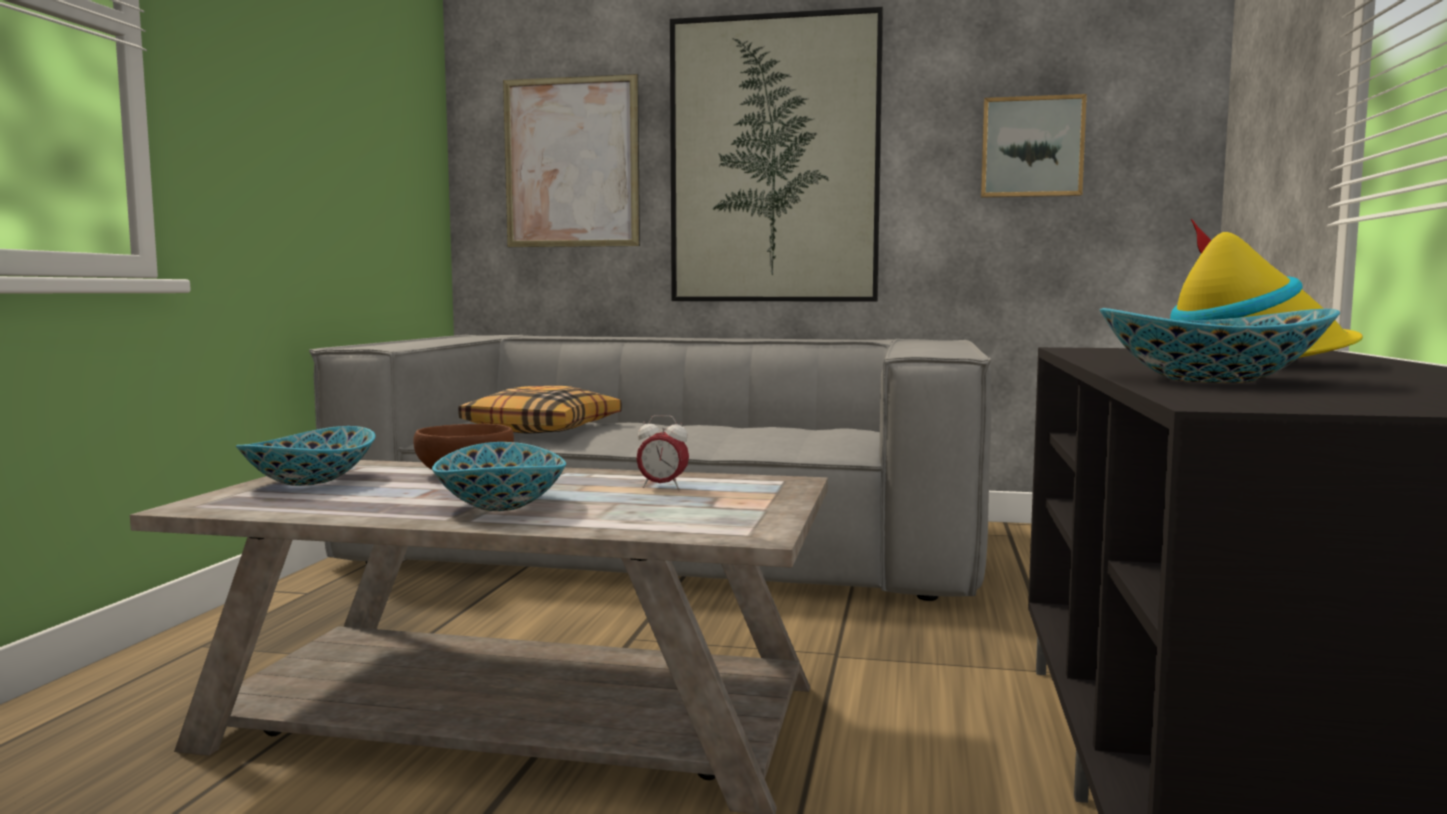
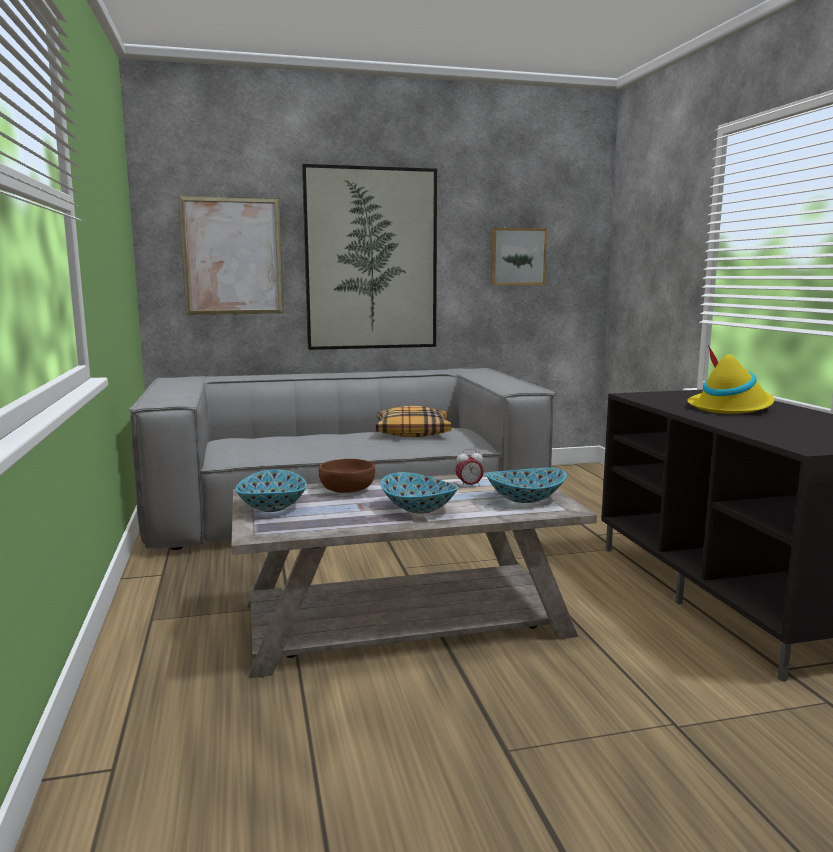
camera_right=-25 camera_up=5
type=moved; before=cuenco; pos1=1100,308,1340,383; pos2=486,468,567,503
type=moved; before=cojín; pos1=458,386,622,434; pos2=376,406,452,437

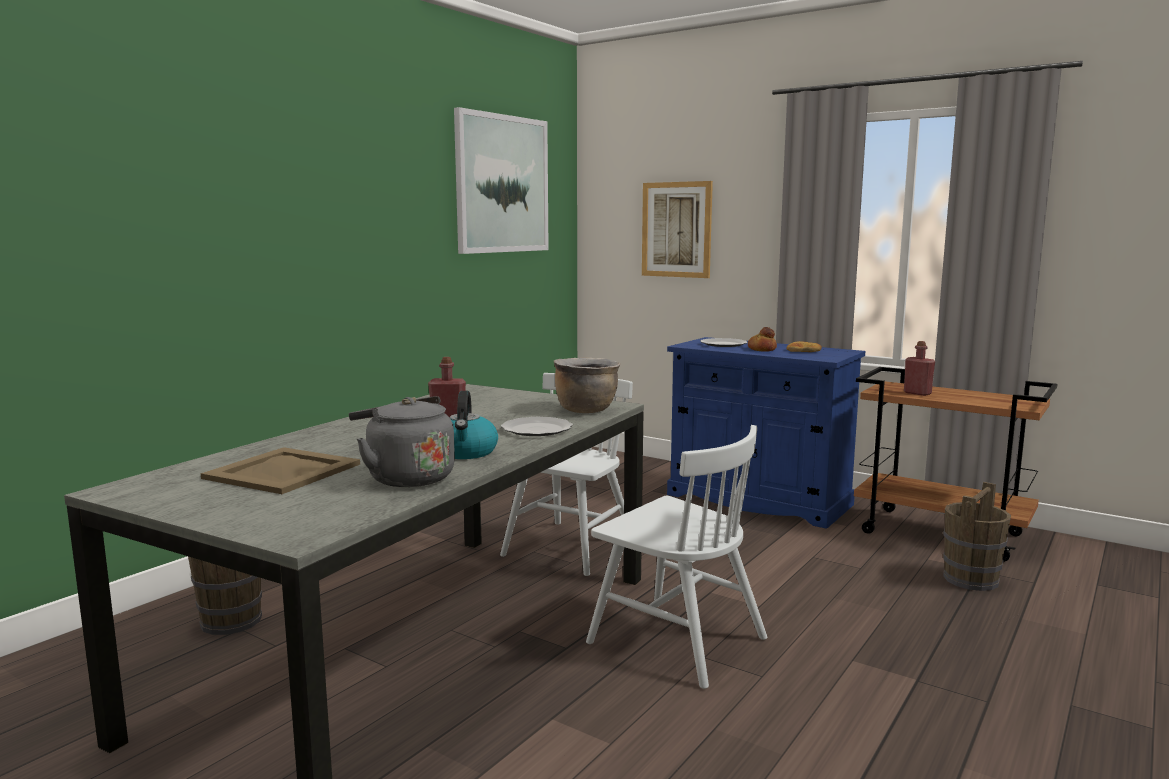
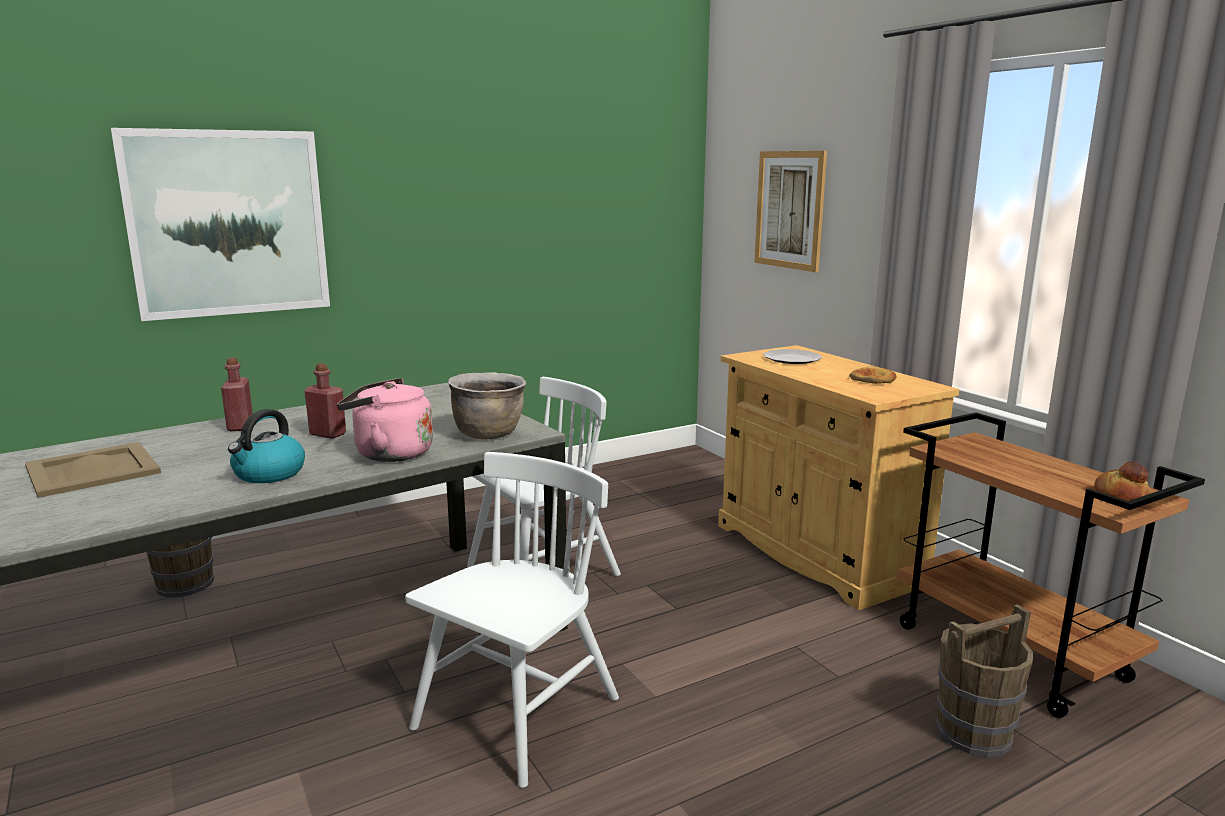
camera_right=25 camera_up=5
type=moved; before=cuadro; pos1=454,107,549,254; pos2=111,128,330,321
type=moved; before=pan; pos1=748,327,777,351; pos2=1094,461,1151,501
type=recoloured; before=armario [azul]; after=armario [beis]; pos1=667,337,865,529; pos2=718,345,959,610
type=moved; before=botella [rojo]; pos1=904,341,935,396; pos2=221,357,253,431
type=removed; before=hervidor [gris]; pos1=349,396,455,487
type=replaced; before=plato; after=hervidor [rosa]; pos1=501,417,573,436; pos2=337,378,433,462
type=turned; before=silla [blanco]; pos1=586,425,767,689; pos2=405,452,619,788; turn=-120

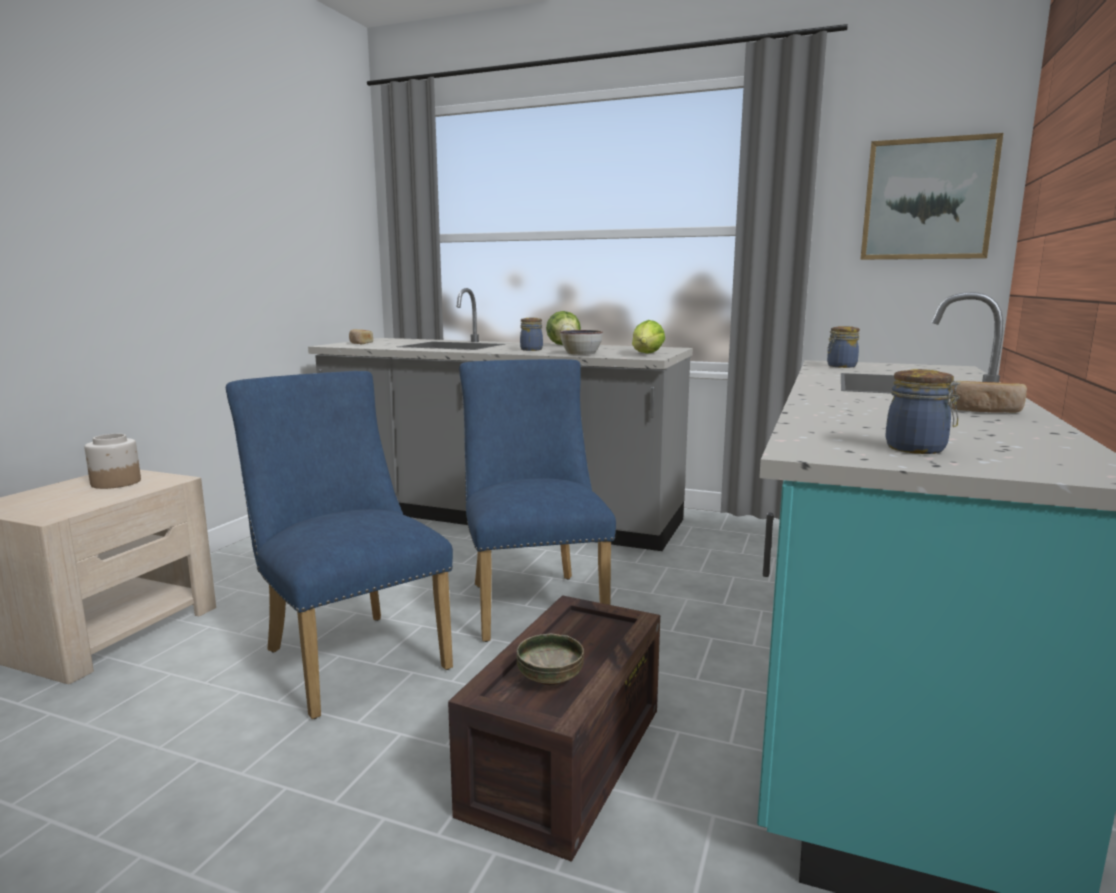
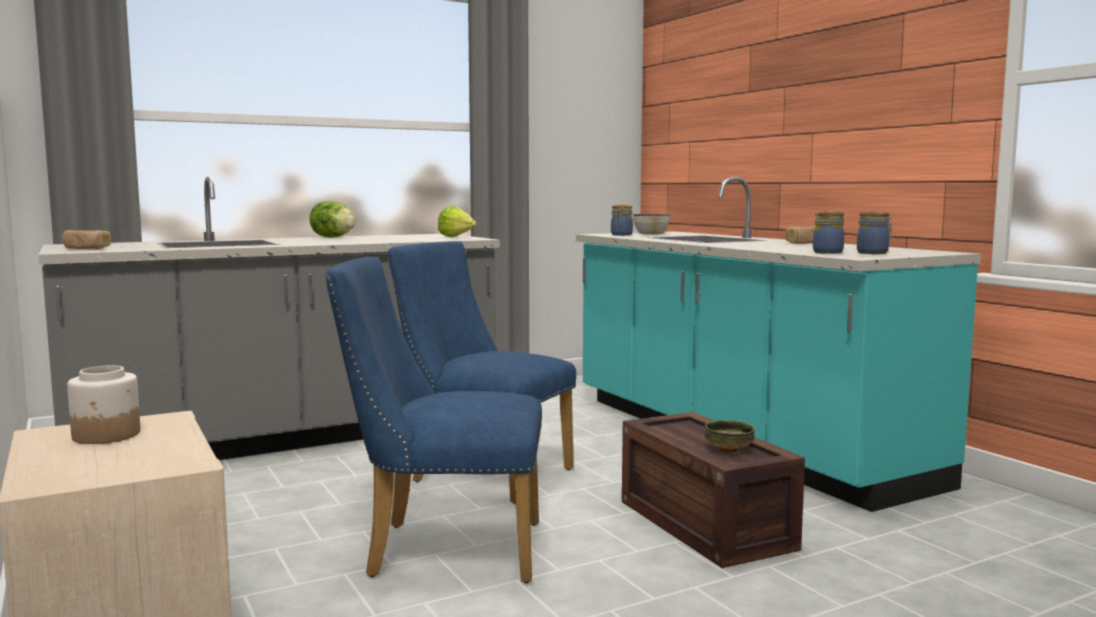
camera_right=-50 camera_up=-5
type=removed; before=cuadro; pos1=860,133,1003,260
type=moved; before=tarro; pos1=520,318,543,351; pos2=813,211,844,254
type=moved; before=cuenco; pos1=560,330,603,355; pos2=633,214,671,235

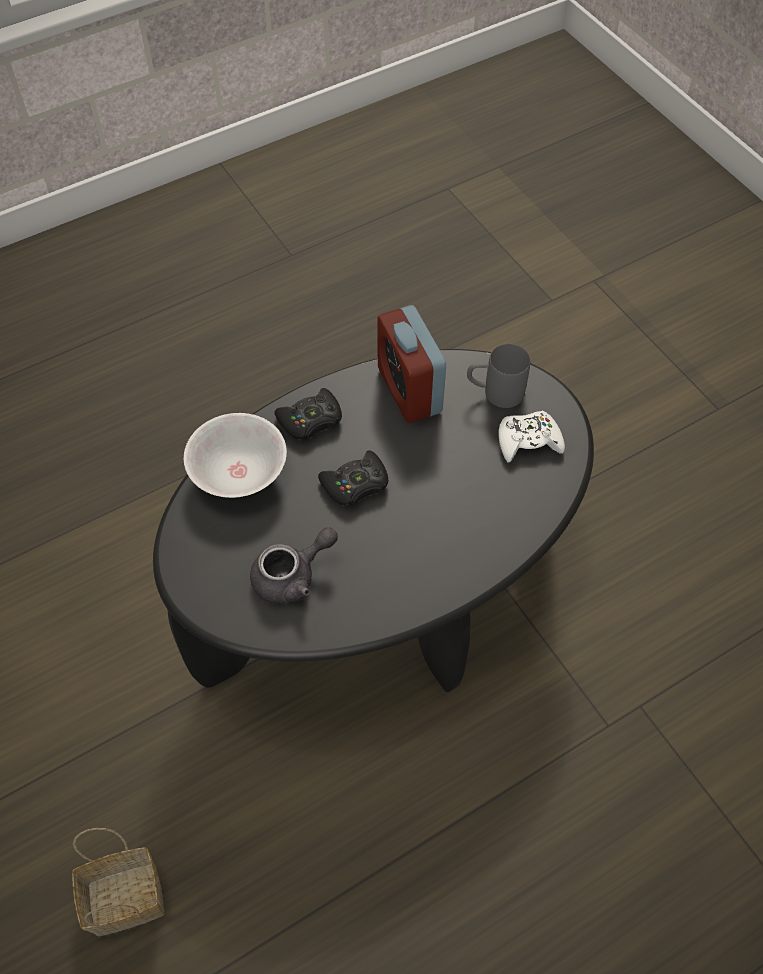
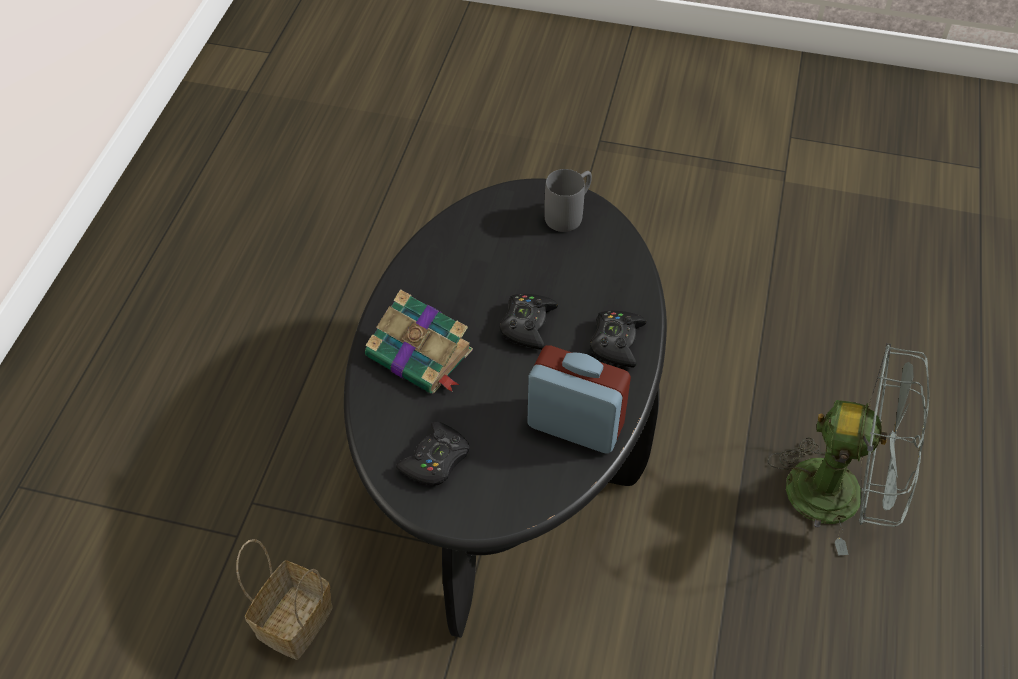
camera_right=135 camera_up=-5
type=moved; before=taza grande [gris]; pos1=467,344,530,408; pos2=544,169,592,232
type=recoloured; before=mando de consola [blanco]; after=mando de consola [negro]; pos1=499,411,565,463; pos2=396,422,470,486
type=removed; before=cuenco [blanco]; pos1=184,413,287,498
type=removed; before=tetera [gris]; pos1=250,527,338,604
type=moved; before=cesta; pos1=72,828,164,936; pos2=236,539,333,660
type=added; after=libro; pos2=365,289,473,394
type=added; after=ventilador [gris]; pos2=767,343,929,556

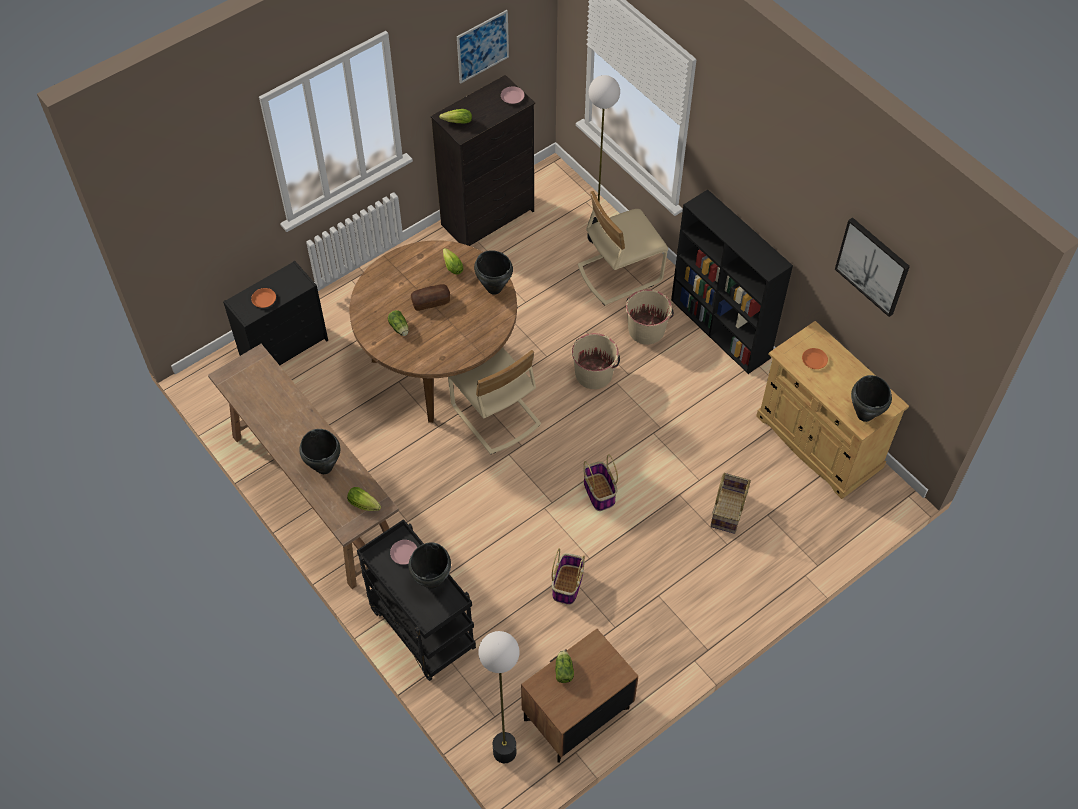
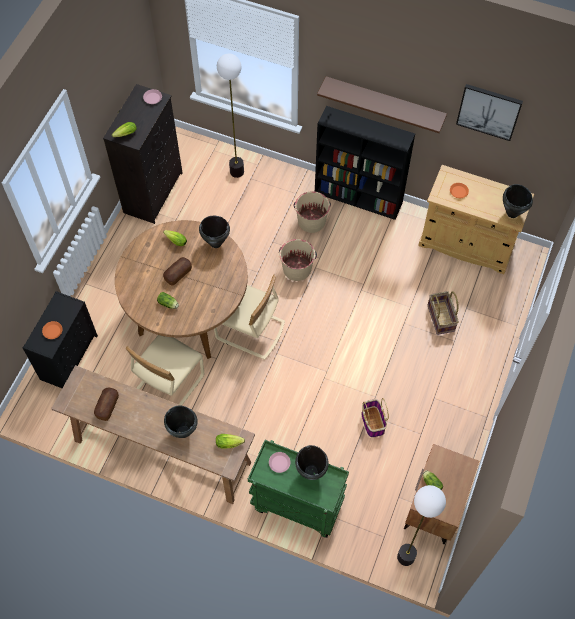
camera_right=-30 camera_up=5
type=removed; before=cuadro; pos1=457,10,509,84
type=moved; before=silla [beis]; pos1=578,191,668,305; pos2=126,335,204,406
type=removed; before=cesta; pos1=583,455,618,511
type=recoloured; before=carrito [negro]; after=carrito [verde]; pos1=357,519,476,681; pos2=248,440,349,538
type=added; after=estante [marrón]; pos2=317,76,447,133
type=added; after=pan; pos2=94,388,119,421

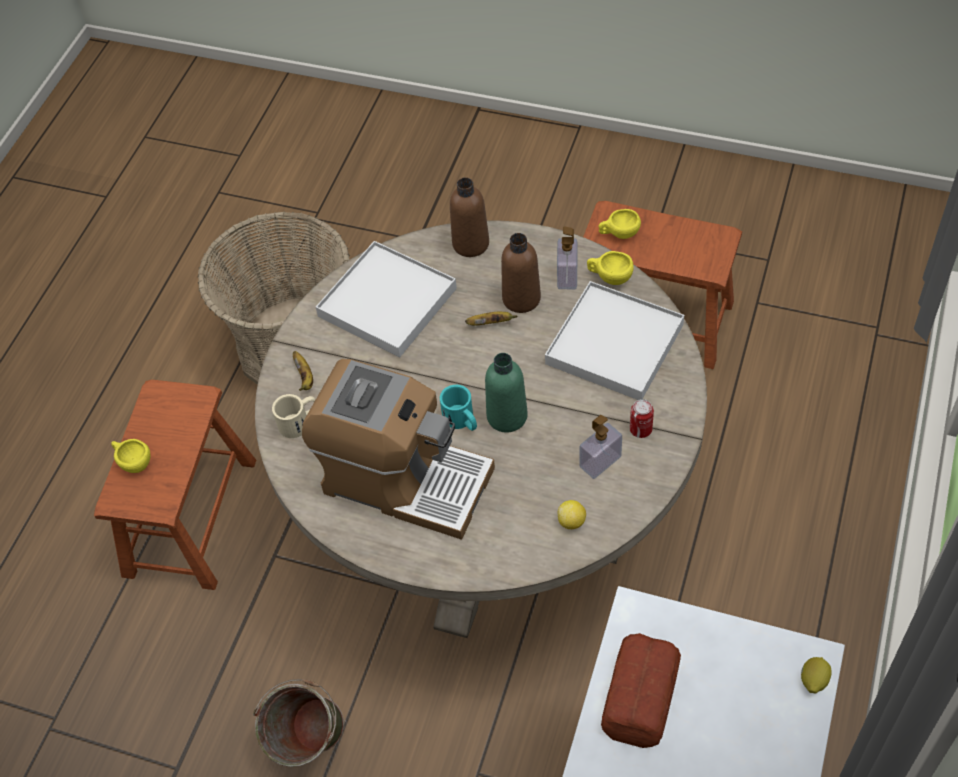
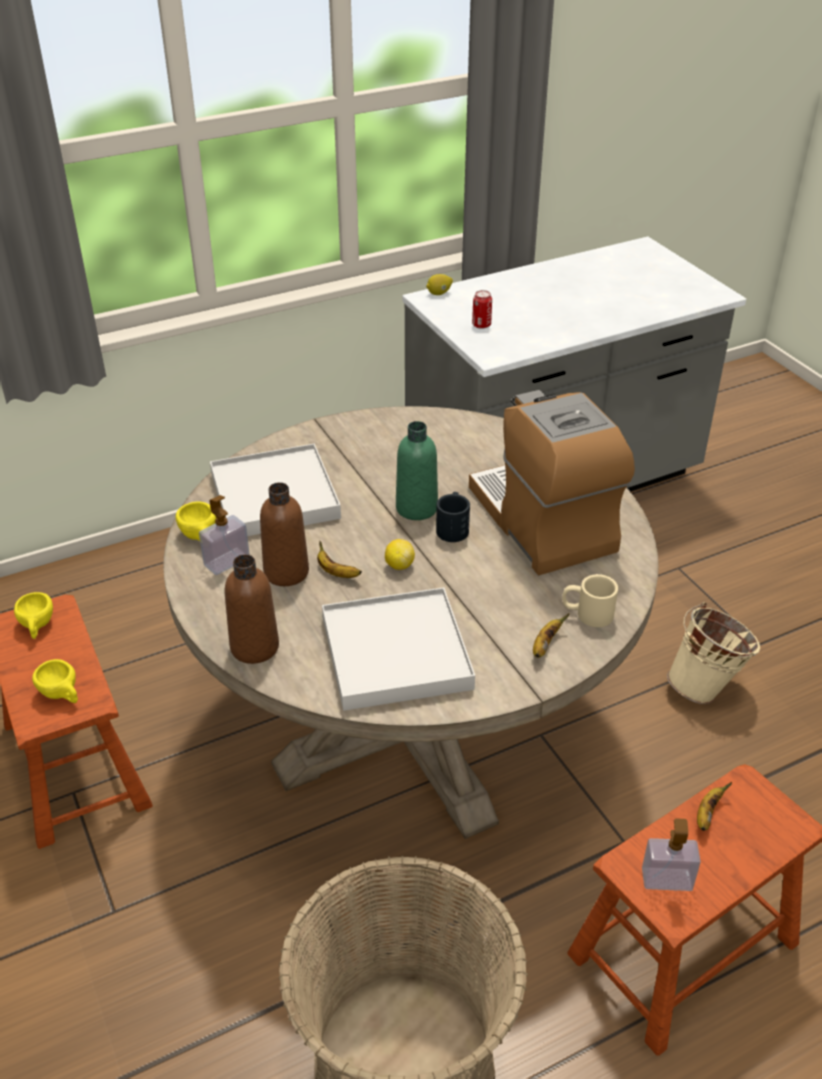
camera_right=-140 camera_up=-15
type=recoloured; before=taza grande [turquesa]; after=taza grande [negro]; pos1=440,385,477,431; pos2=436,492,470,542
type=moved; before=lata; pos1=630,399,654,438; pos2=472,290,492,329
type=moved; before=dispensador de jabón; pos1=580,415,622,479; pos2=642,818,701,891
type=moved; before=taza [amarillo]; pos1=111,439,151,473; pos2=14,592,53,639
type=moved; before=limón; pos1=558,500,586,529; pos2=385,539,415,570
type=removed; before=pan; pos1=601,633,681,748
type=recoloured; before=cubo [verde]; after=cubo [beis]; pos1=253,679,344,767; pos2=667,602,760,704
type=added; after=plátano; pos2=697,782,732,831

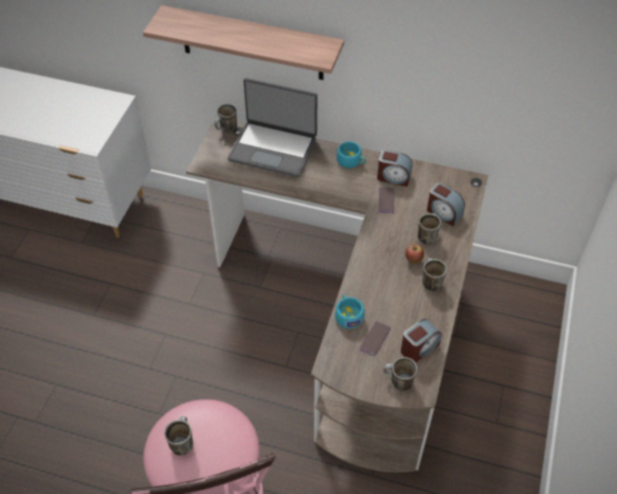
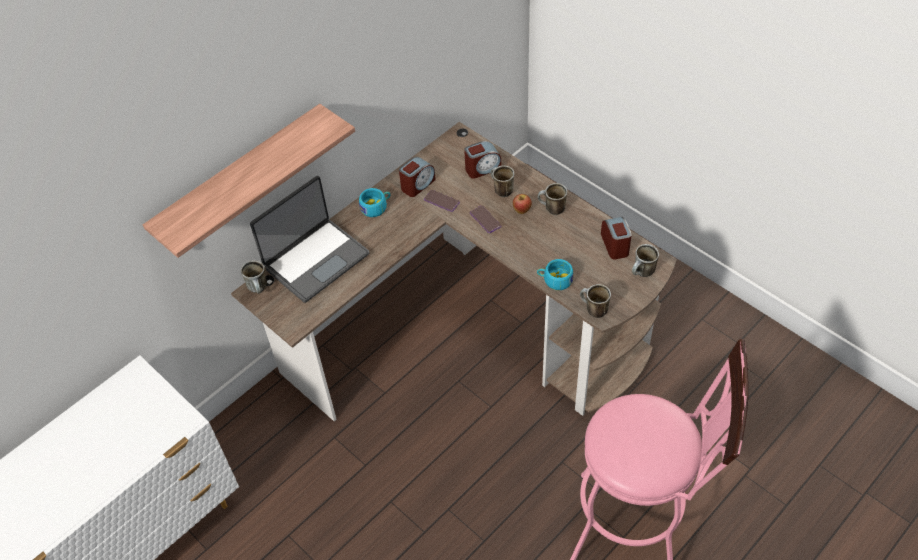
camera_right=-60 camera_up=0
type=moved; before=móvil; pos1=360,321,391,356; pos2=470,206,501,233
type=moved; before=taza grande; pos1=164,416,193,455; pos2=580,284,611,318

